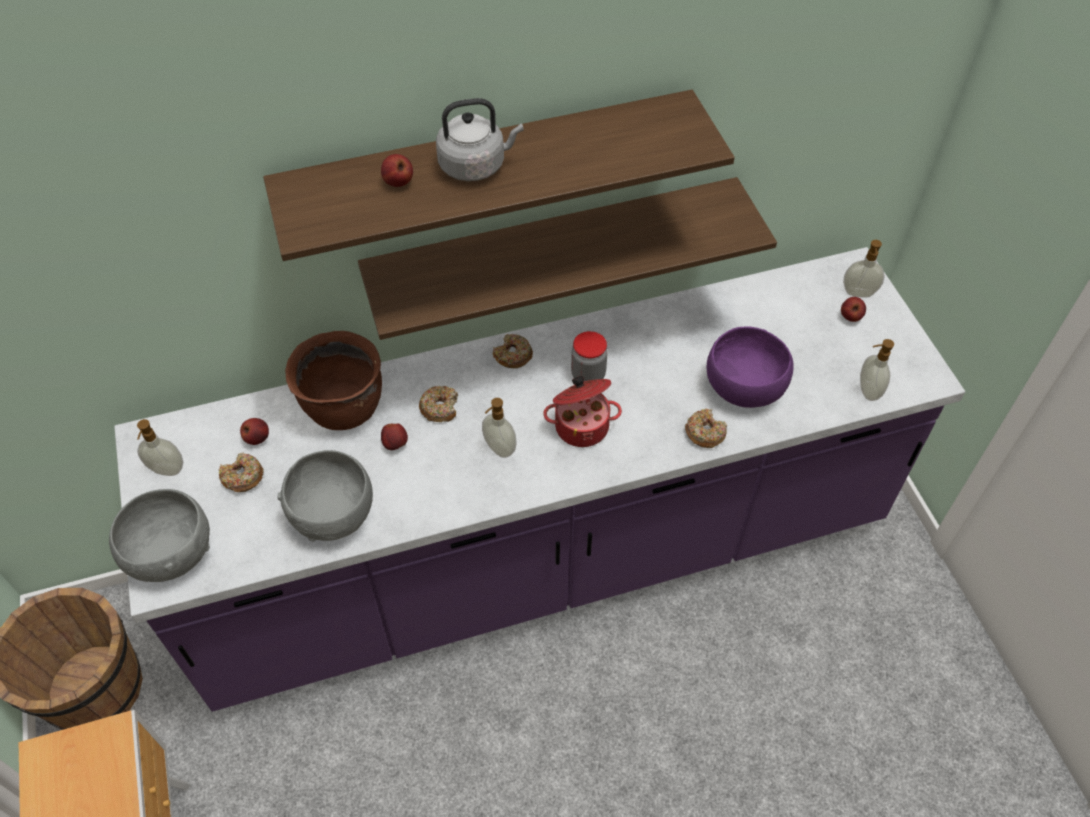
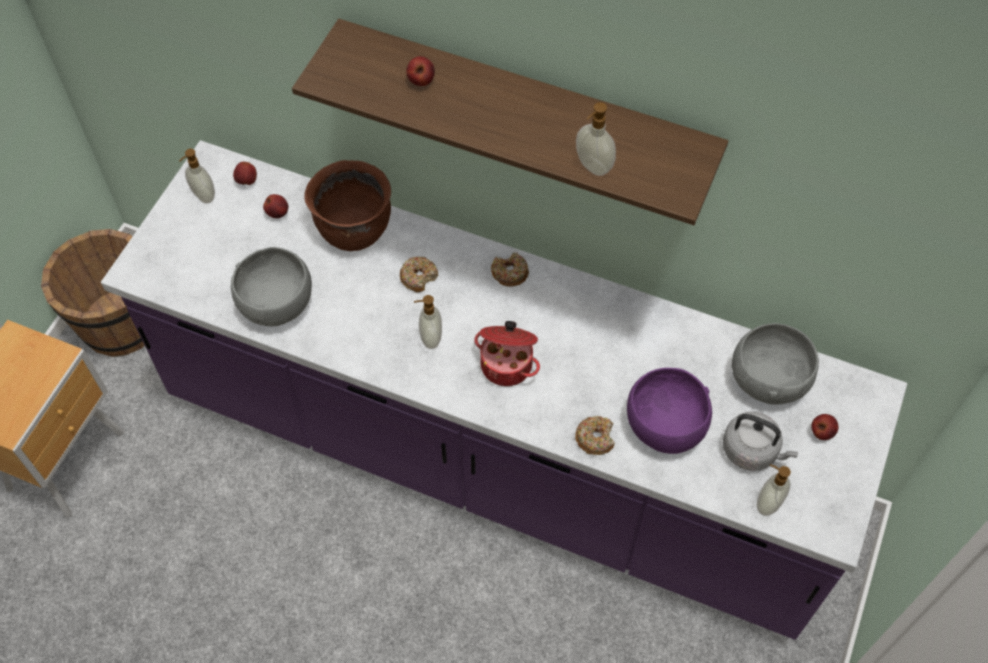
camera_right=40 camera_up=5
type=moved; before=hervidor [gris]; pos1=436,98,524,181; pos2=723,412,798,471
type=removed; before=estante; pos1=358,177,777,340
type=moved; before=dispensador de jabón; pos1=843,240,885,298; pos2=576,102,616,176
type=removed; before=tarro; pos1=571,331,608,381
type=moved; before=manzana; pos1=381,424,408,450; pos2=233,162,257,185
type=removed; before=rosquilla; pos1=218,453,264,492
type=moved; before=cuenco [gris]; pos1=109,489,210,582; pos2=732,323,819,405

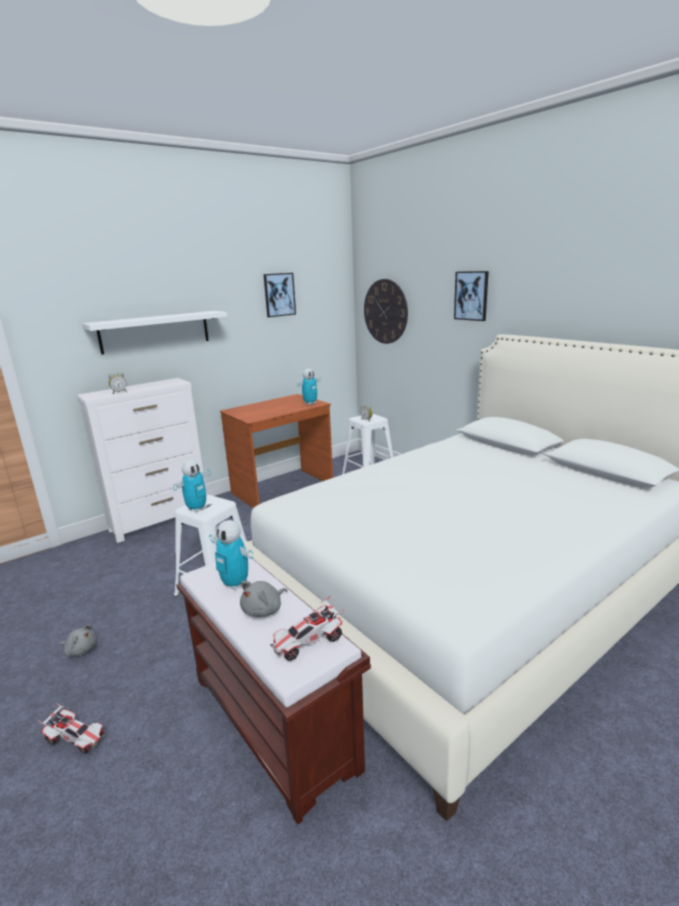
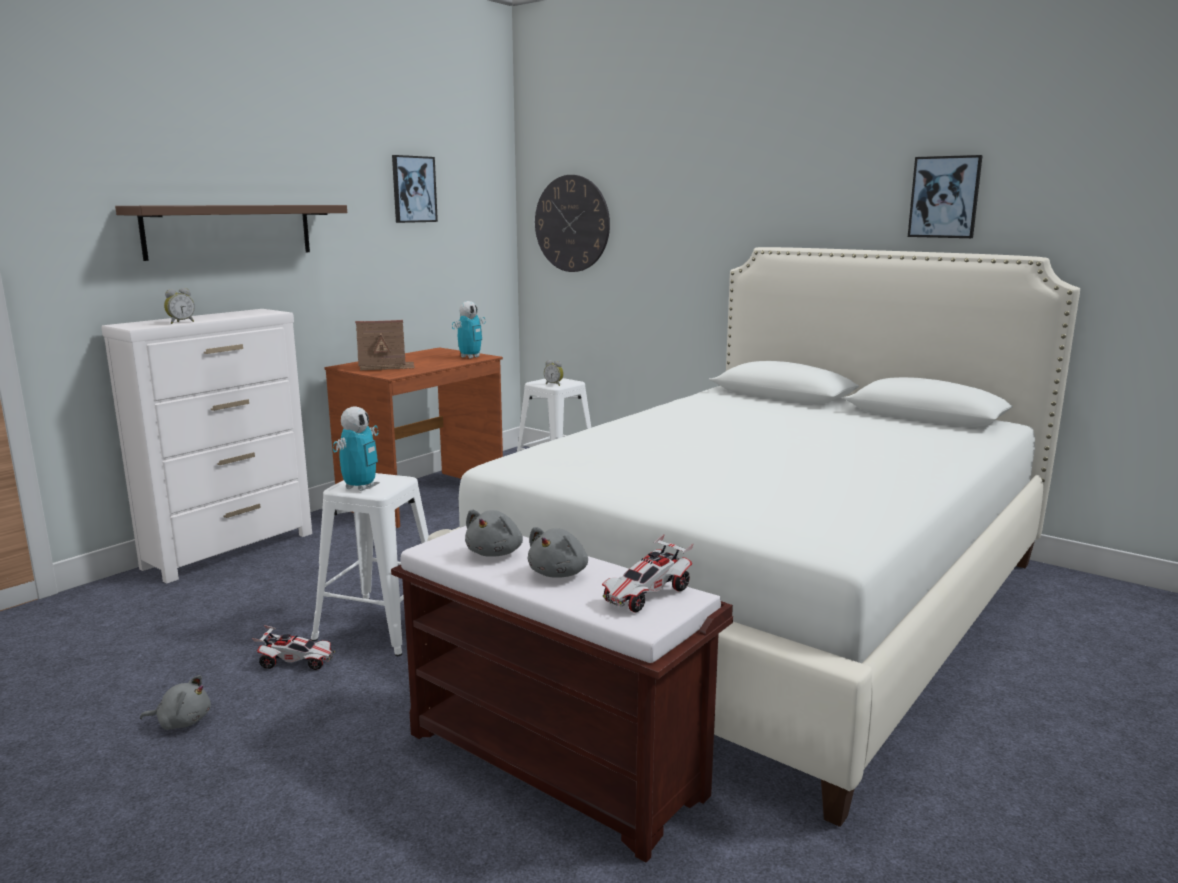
camera_right=-15 camera_up=-5
type=moved; before=cuadro; pos1=454,271,489,321; pos2=908,155,983,238
type=recoloured; before=estante [blanco]; after=estante [marrón]; pos1=82,311,227,355; pos2=115,205,347,261
type=replaced; before=robot de juguete; after=peluche [gris]; pos1=209,520,253,590; pos2=465,509,523,557
type=moved; before=coche de juguete; pos1=37,703,104,754; pos2=252,625,335,670
type=added; after=casita; pos2=355,320,415,371

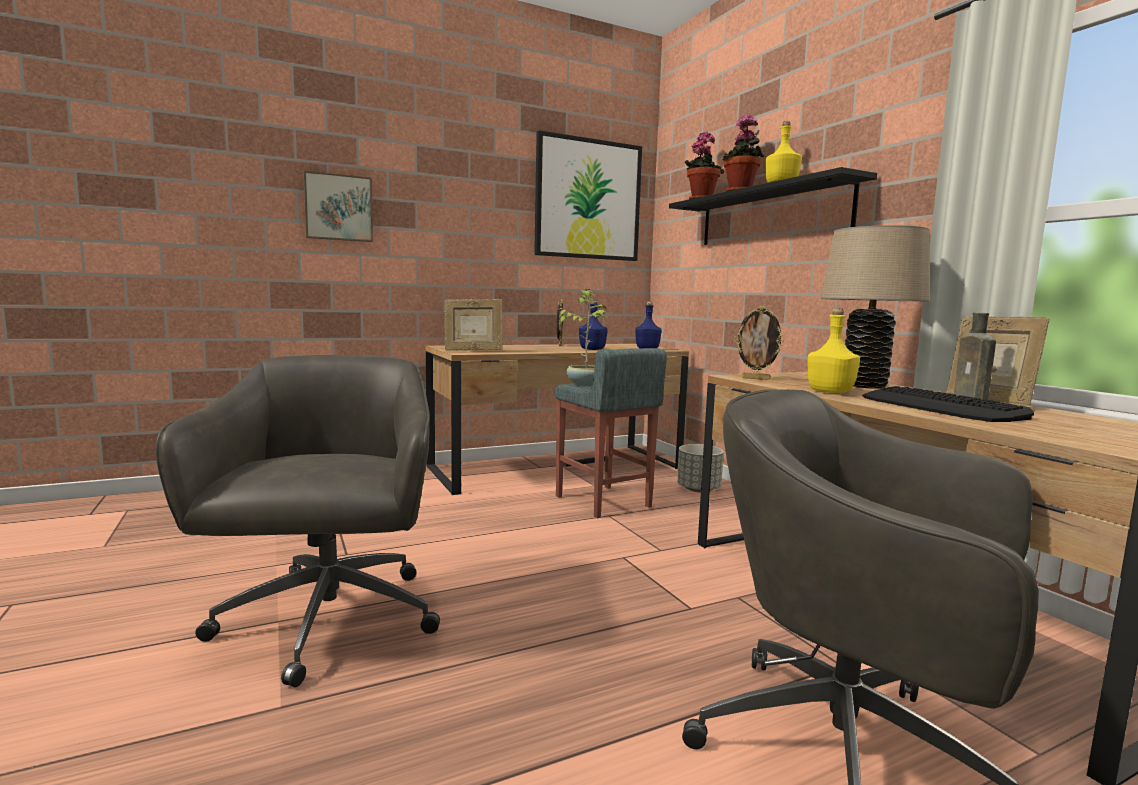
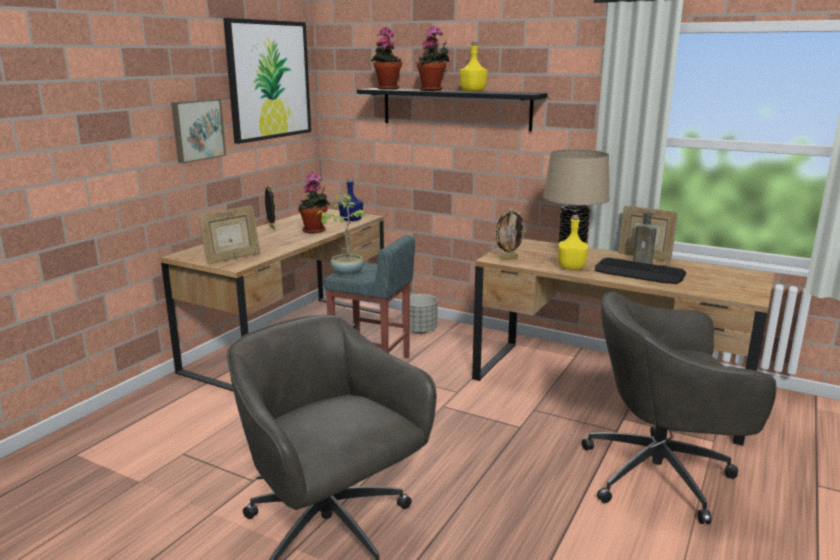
camera_right=-35 camera_up=10
type=moved; before=cuadro; pos1=303,171,373,242; pos2=171,99,226,163
type=replaced; before=botella [azul]; after=planta en maceta; pos1=579,300,608,350; pos2=298,172,330,233

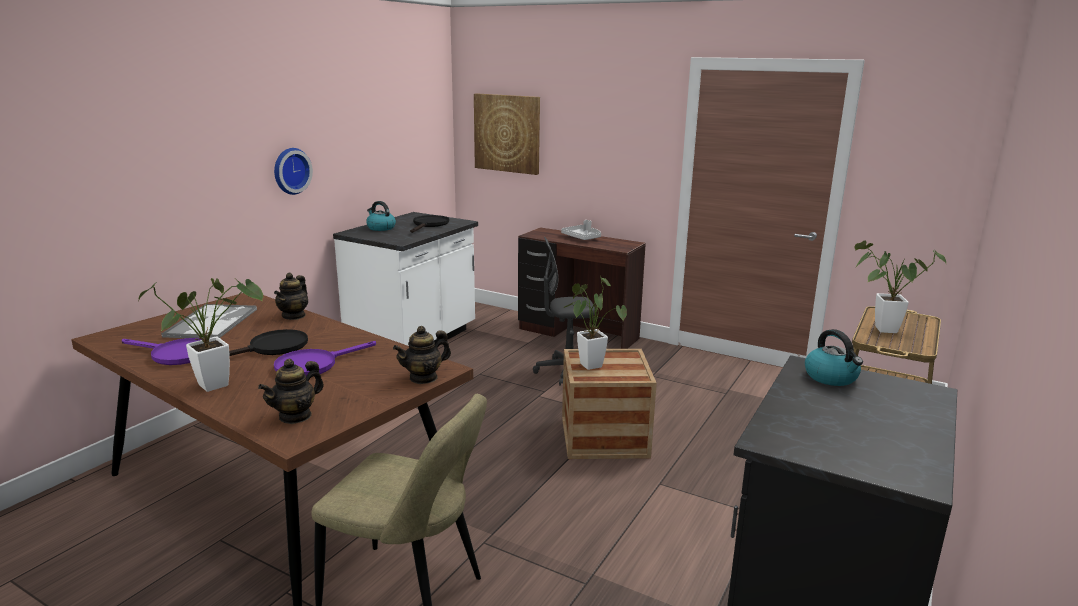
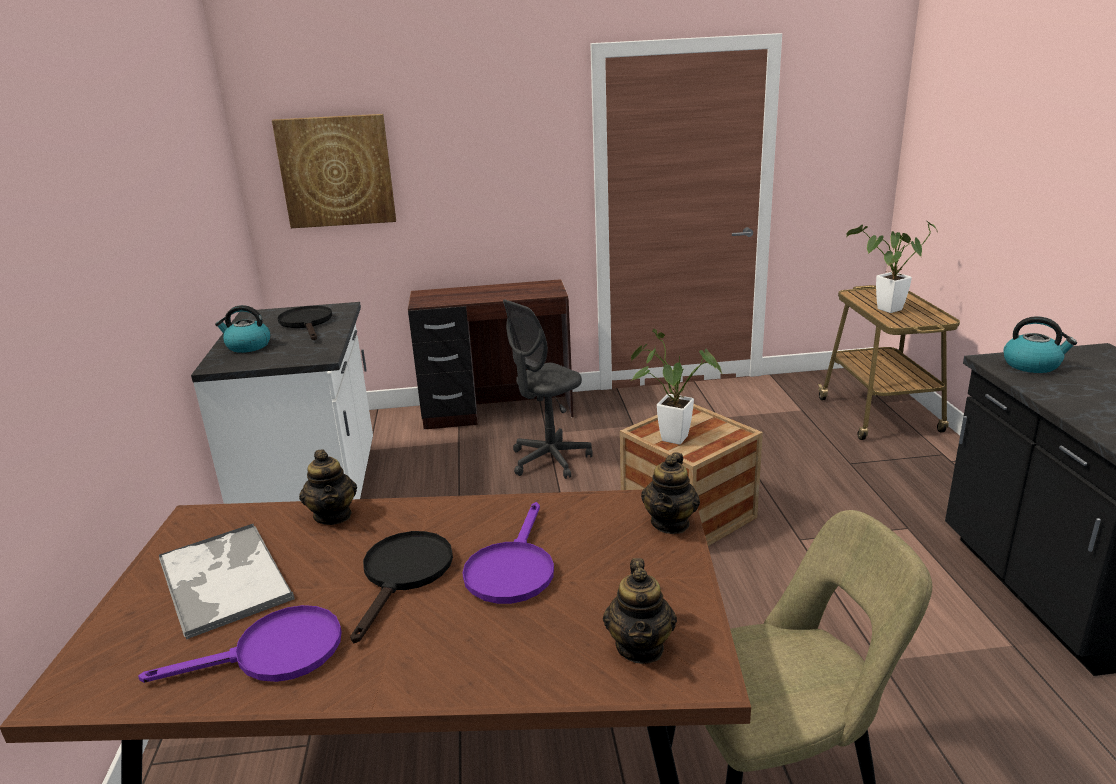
camera_right=-35 camera_up=5
type=removed; before=reloj de pared; pos1=274,148,313,195
type=removed; before=bandeja [gris]; pos1=561,220,601,240
type=removed; before=planta en maceta; pos1=139,278,263,392

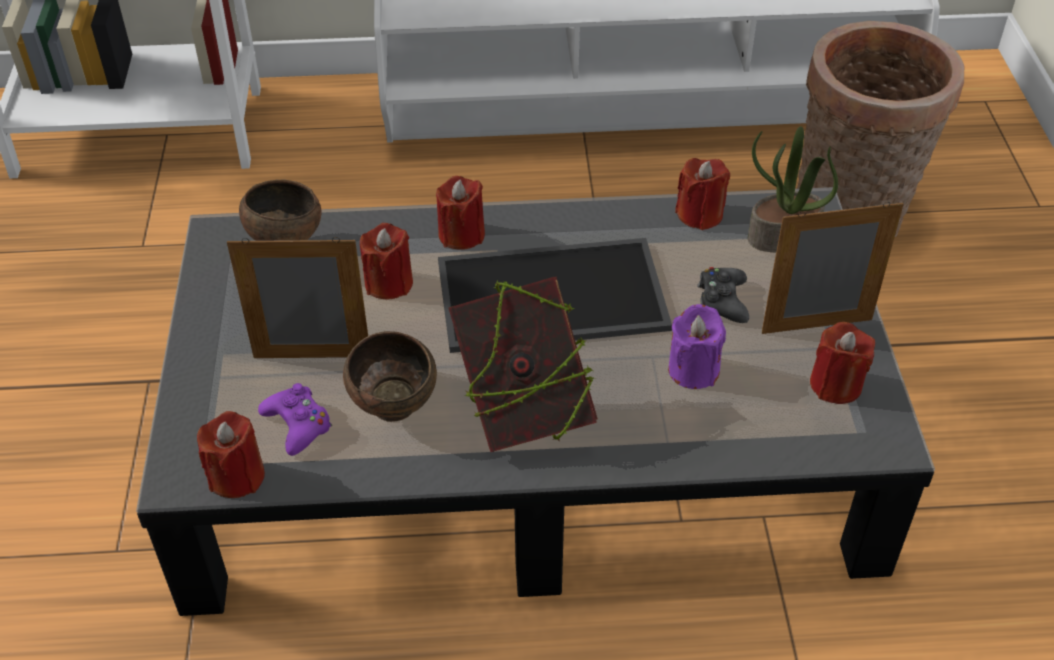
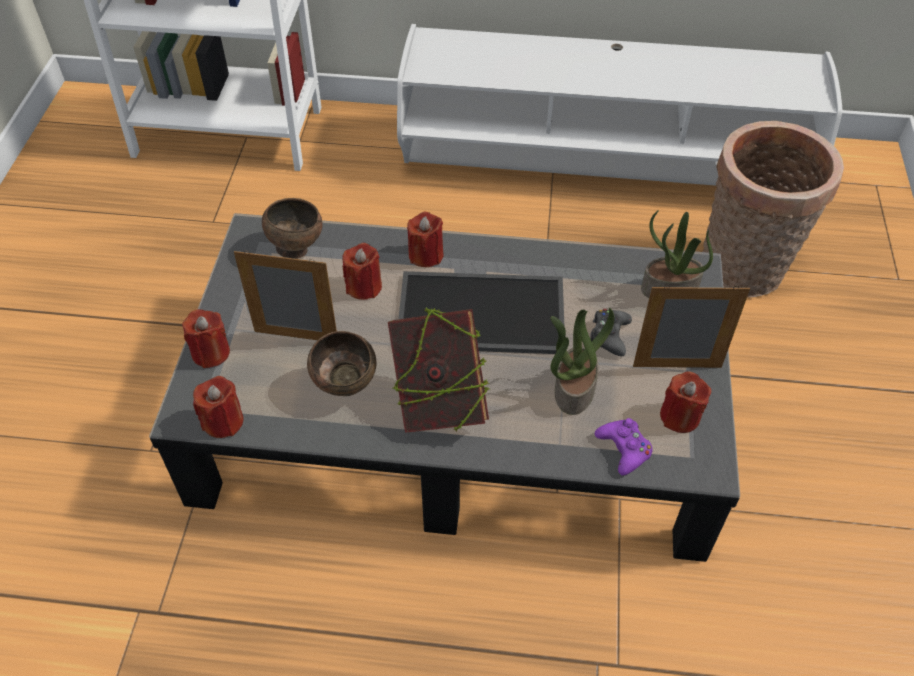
camera_right=10 camera_up=5
type=moved; before=vela [rojo]; pos1=675,158,730,230; pos2=182,309,230,368
type=replaced; before=vela [morado]; after=planta en maceta; pos1=668,304,726,389; pos2=550,307,615,415
type=moved; before=mando de consola [morado]; pos1=258,383,332,456; pos2=595,418,653,476

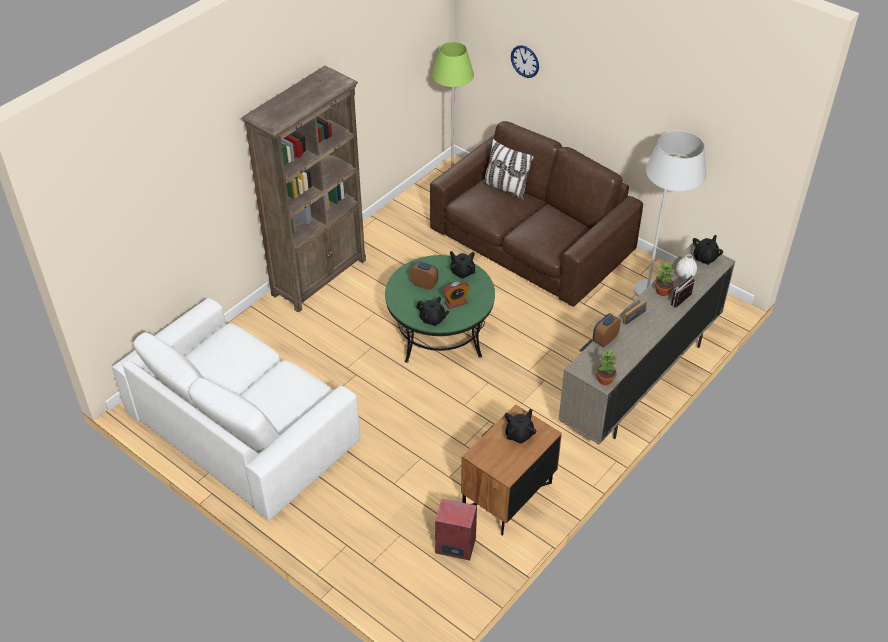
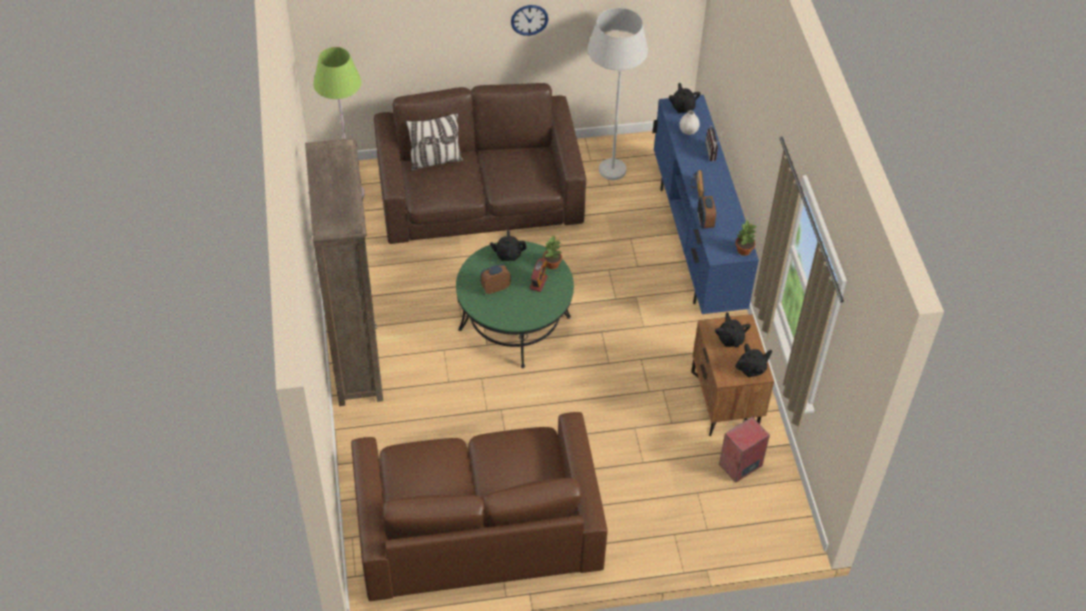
camera_right=-50 camera_up=5
type=moved; before=reloj de pared; pos1=511,45,539,78; pos2=511,5,548,36
type=recoloured; before=mueble de televisión [beis]; after=mueble de televisión [azul]; pos1=558,242,735,445; pos2=653,95,759,314
type=moved; before=planta en maceta; pos1=655,262,675,296; pos2=543,236,562,269
type=moved; before=tetera [negro]; pos1=416,296,450,326; pos2=735,344,772,378
type=recoloured; before=sofá [blanco]; after=sofá [marrón]; pos1=112,298,360,520; pos2=351,412,608,601

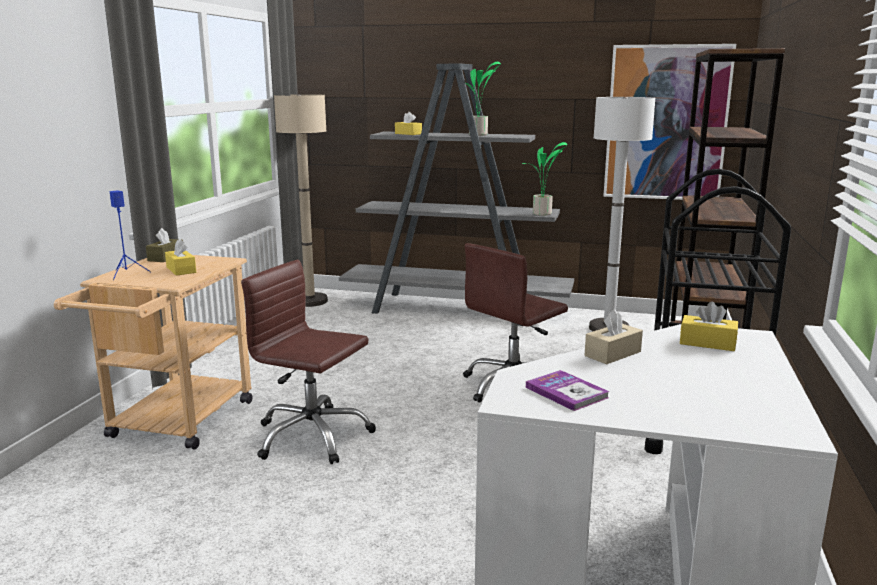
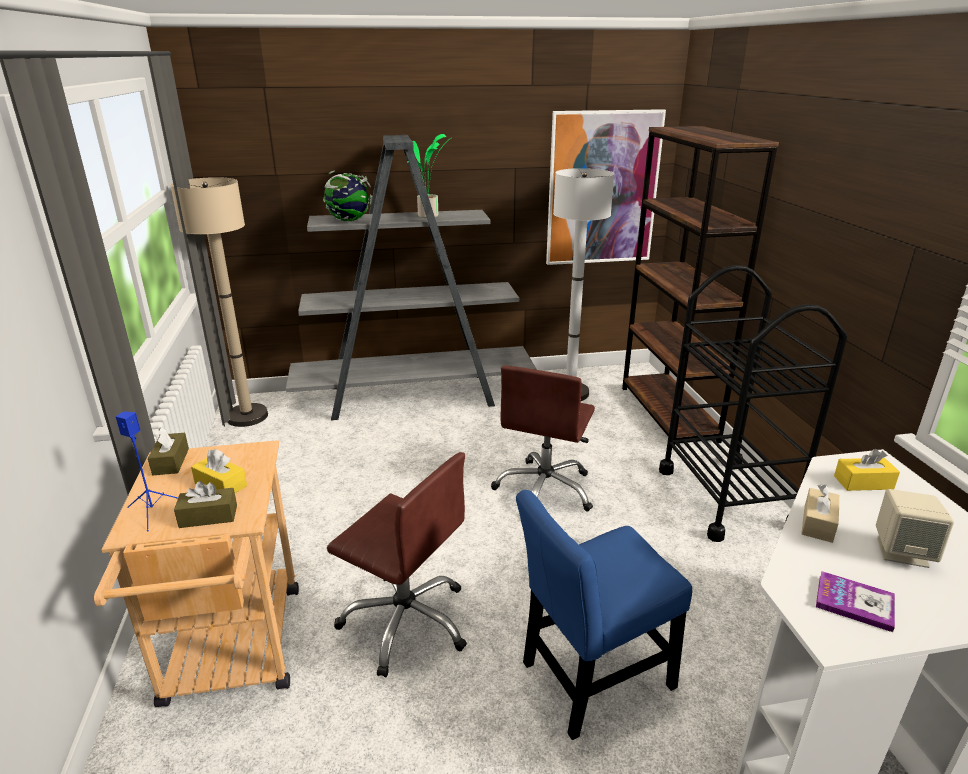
camera_right=-25 camera_up=10
type=replaced; before=caja de pañuelos [amarillo]; after=globo terráqueo; pos1=395,112,422,135; pos2=323,170,372,221
type=removed; before=planta en maceta; pos1=522,142,567,216
type=turned; before=silla de oficina [marrón]; pos1=241,260,376,464; pos2=327,452,467,677; turn=-150
type=added; after=caja de pañuelos [marrón]; pos2=174,481,237,528
type=added; after=altavoz [beis]; pos2=876,489,954,568
type=added; after=silla [azul]; pos2=516,490,692,740

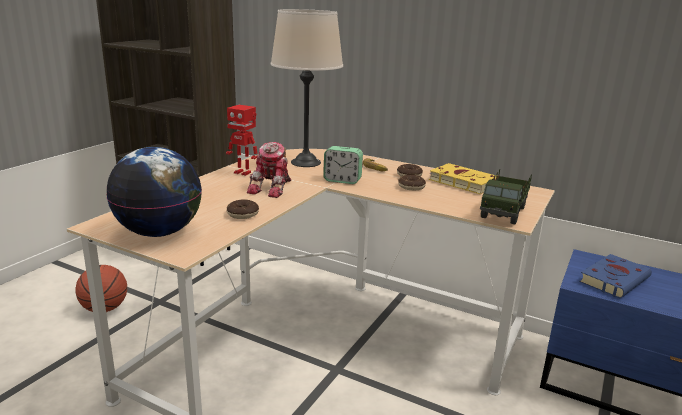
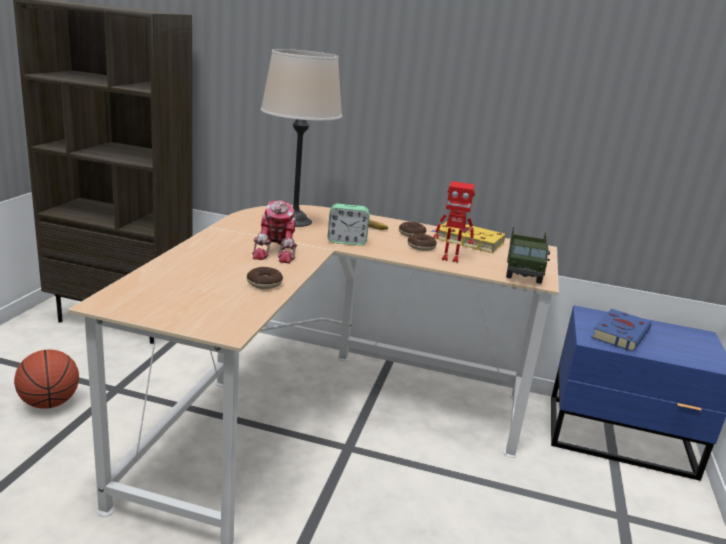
camera_right=-15 camera_up=0
type=moved; before=robot de juguete; pos1=226,105,257,176; pos2=433,181,475,263
type=removed; before=globo terráqueo; pos1=107,147,202,237

